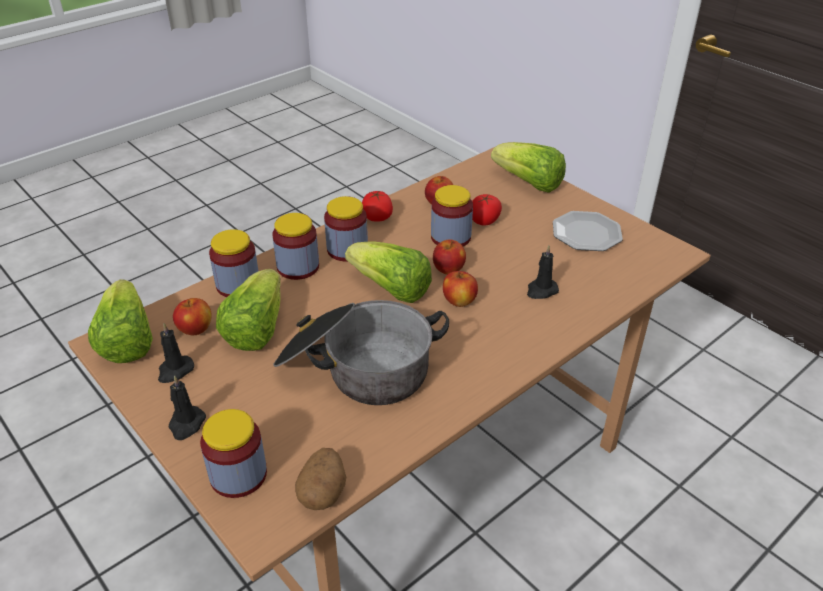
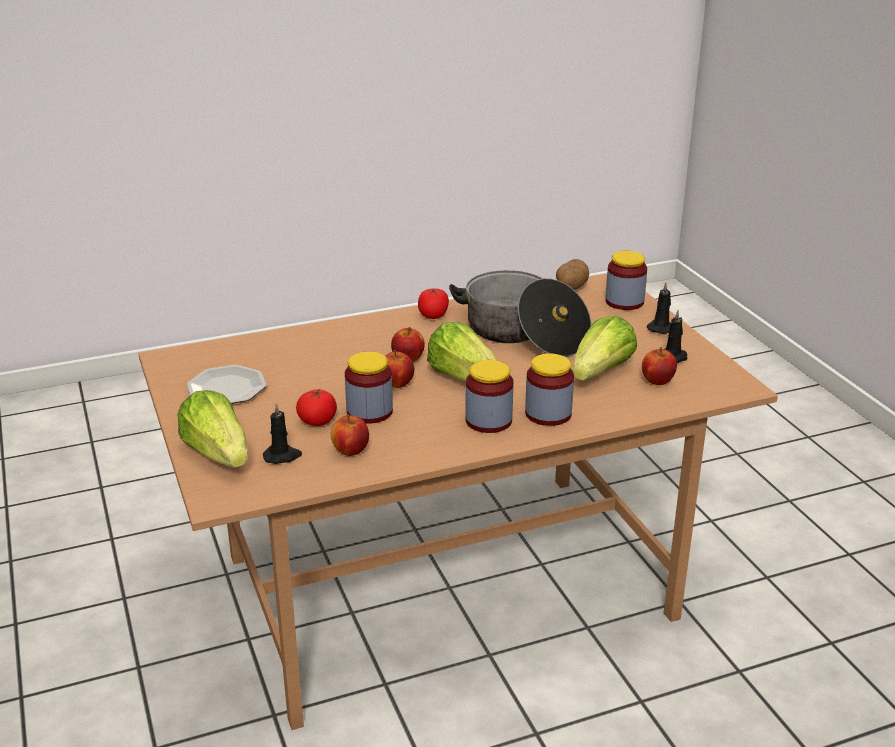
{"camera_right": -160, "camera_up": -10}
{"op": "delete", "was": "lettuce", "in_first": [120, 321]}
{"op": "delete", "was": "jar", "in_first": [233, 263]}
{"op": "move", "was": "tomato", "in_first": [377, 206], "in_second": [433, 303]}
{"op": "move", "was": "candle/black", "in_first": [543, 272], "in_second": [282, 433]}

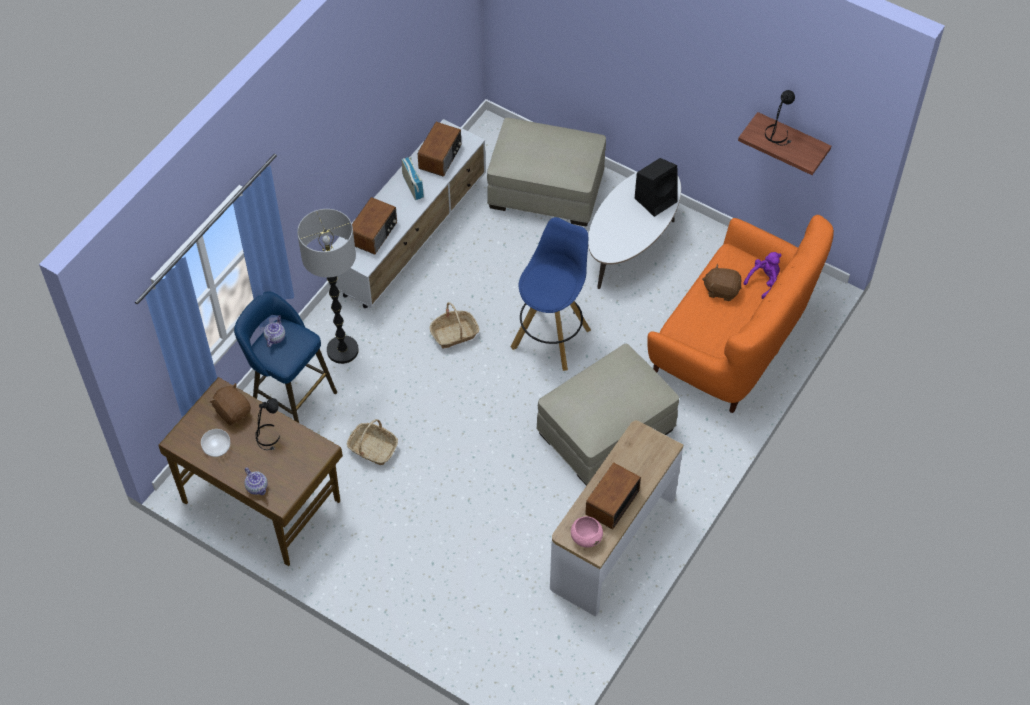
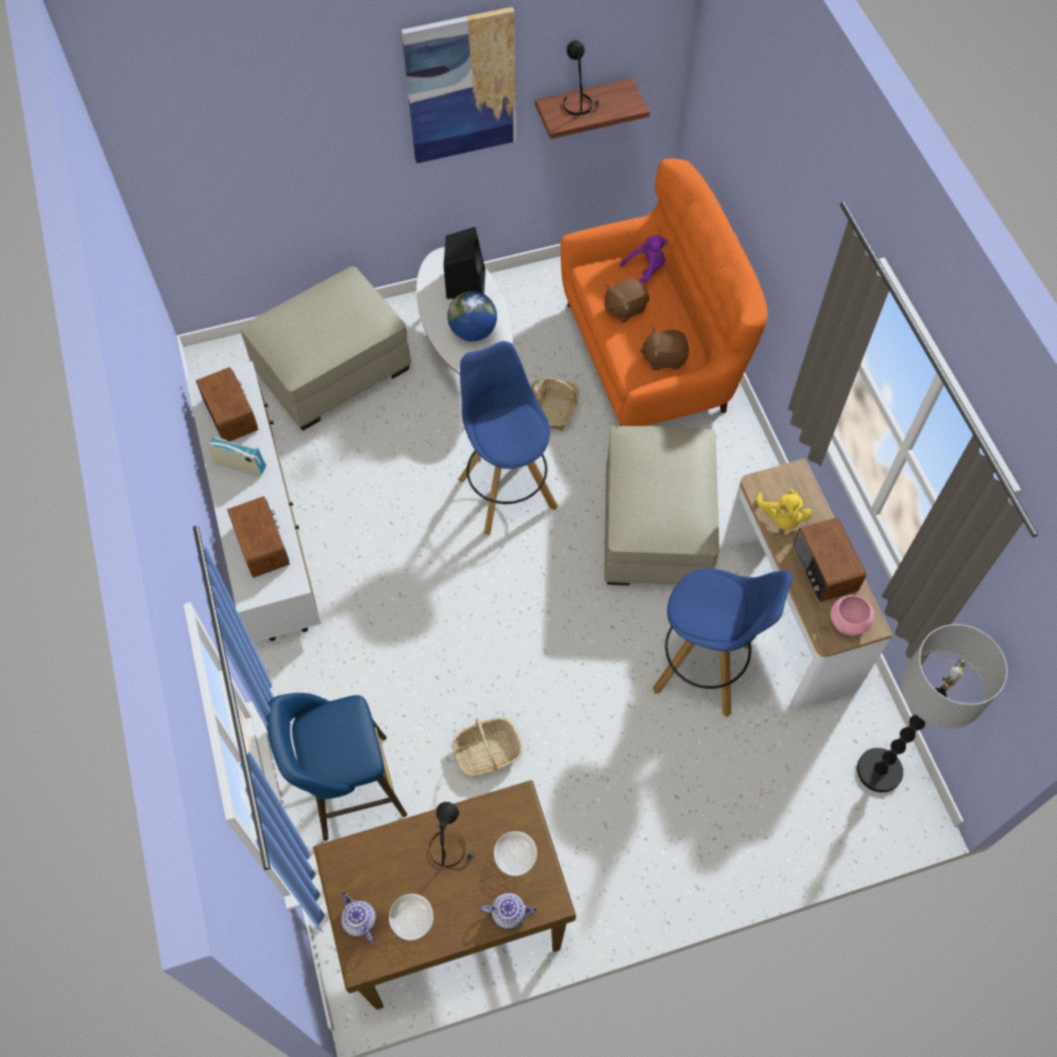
{"camera_right": -50, "camera_up": 5}
{"op": "insert", "now": "picture", "in_second": [458, 85]}
{"op": "insert", "now": "globe", "in_second": [472, 316]}
{"op": "insert", "now": "bowl", "in_second": [515, 853]}
{"op": "insert", "now": "stool/blue", "in_second": [722, 642]}
{"op": "insert", "now": "plush toy/yellow", "in_second": [784, 509]}
{"op": "move", "was": "plush toy/brown", "in_first": [230, 404], "in_second": [664, 349]}
{"op": "move", "was": "teapot", "in_first": [274, 331], "in_second": [358, 917]}
{"op": "move", "was": "floor lamp", "in_first": [328, 286], "in_second": [932, 708]}
{"op": "move", "was": "basket", "in_first": [454, 325], "in_second": [555, 403]}
{"op": "rotate", "was": "plush toy/purple", "in_first": [763, 275], "in_second": [644, 259], "clockwise": 75}

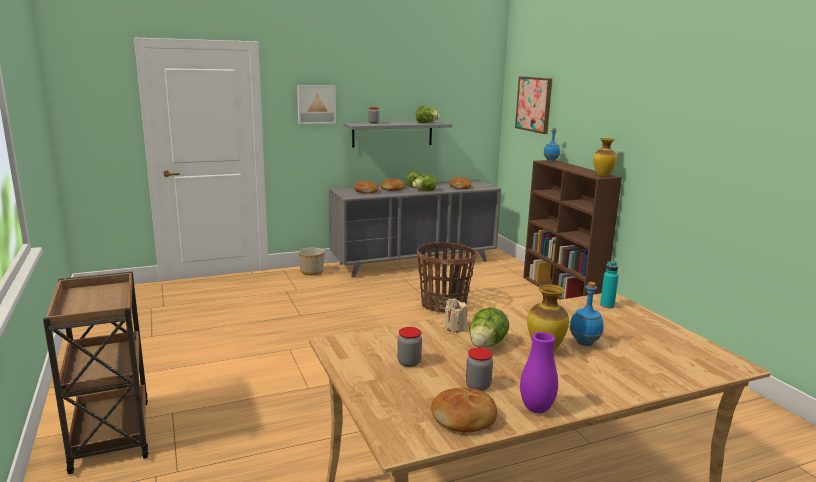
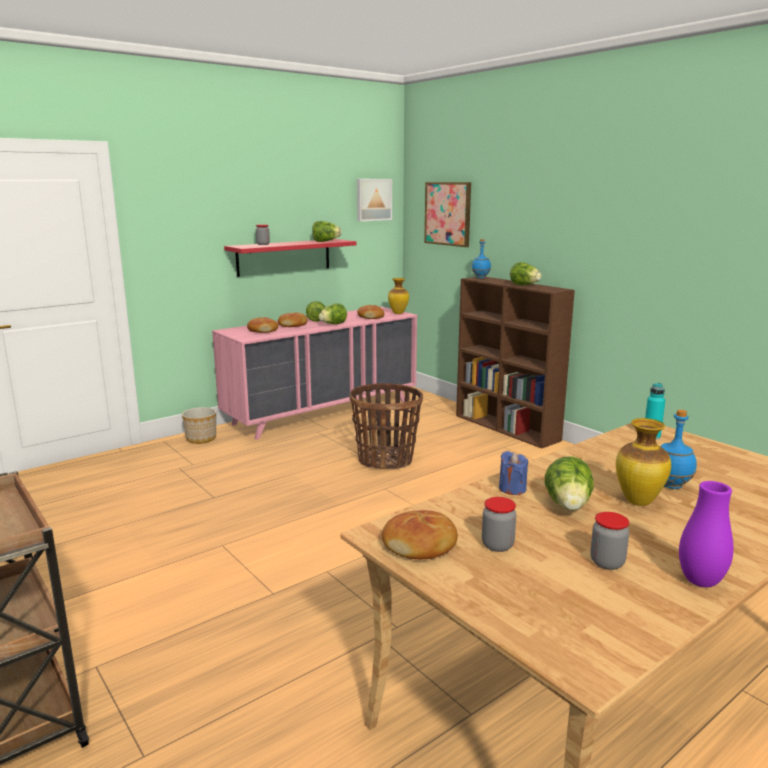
{"camera_right": -15, "camera_up": 0}
{"op": "insert", "now": "lettuce", "in_second": [525, 273]}
{"op": "move", "was": "picture", "in_first": [316, 104], "in_second": [374, 200]}
{"op": "move", "was": "bread", "in_first": [464, 410], "in_second": [420, 534]}
{"op": "move", "was": "vase", "in_first": [605, 157], "in_second": [398, 296]}
{"op": "recolor", "was": "dresser/grey", "now": "dresser/pink", "in_first": [415, 228], "in_second": [314, 373]}
{"op": "recolor", "was": "shelf/grey", "now": "shelf/red", "in_first": [397, 134], "in_second": [290, 258]}
{"op": "recolor", "was": "candle/beige", "now": "candle/blue", "in_first": [456, 315], "in_second": [513, 473]}

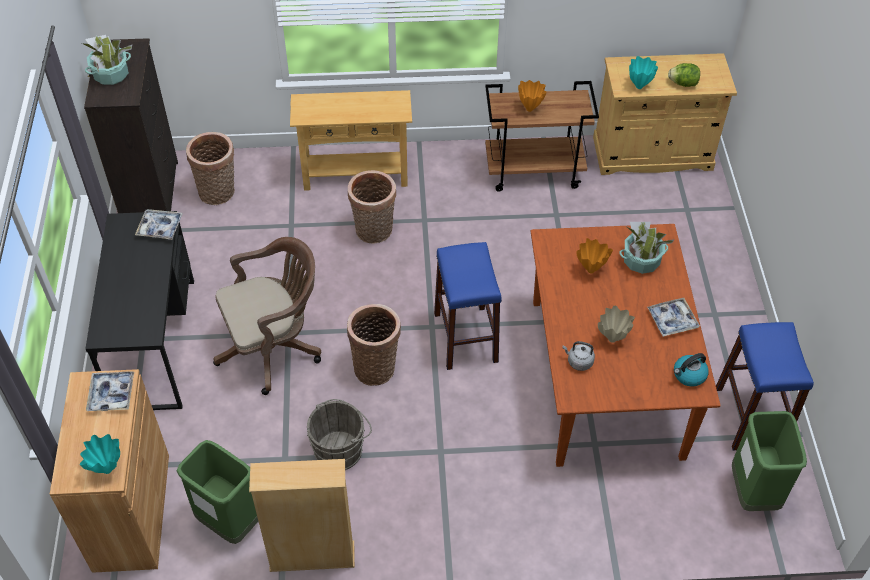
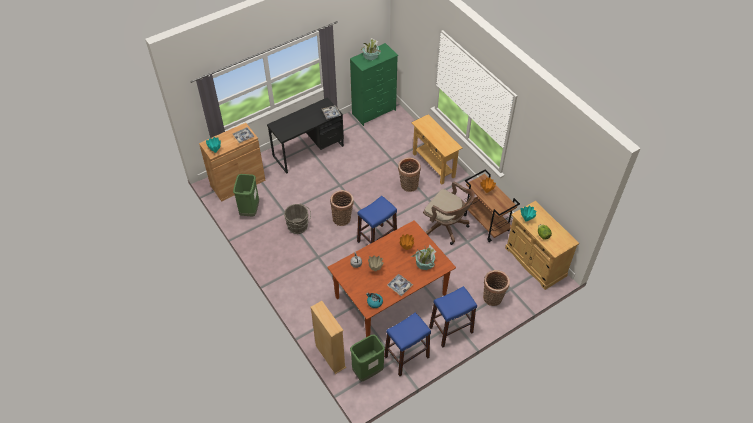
{"camera_right": 60, "camera_up": 0}
{"op": "insert", "now": "stool/blue", "in_second": [453, 317]}
{"op": "move", "was": "basket", "in_first": [210, 168], "in_second": [496, 288]}
{"op": "move", "was": "office chair/brown", "in_first": [267, 316], "in_second": [449, 213]}
{"op": "move", "was": "bookcase/beige", "in_first": [302, 515], "in_second": [328, 337]}
{"op": "recolor", "was": "dresser/black", "now": "dresser/green", "in_first": [131, 125], "in_second": [374, 84]}

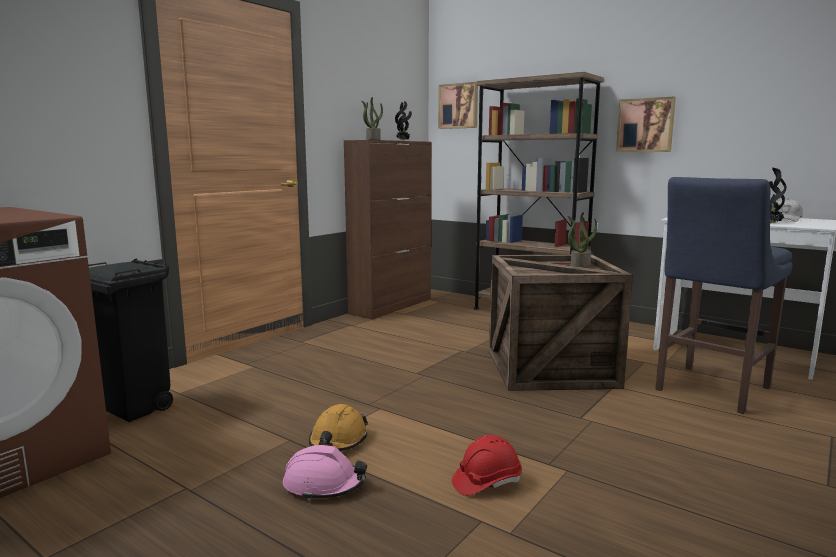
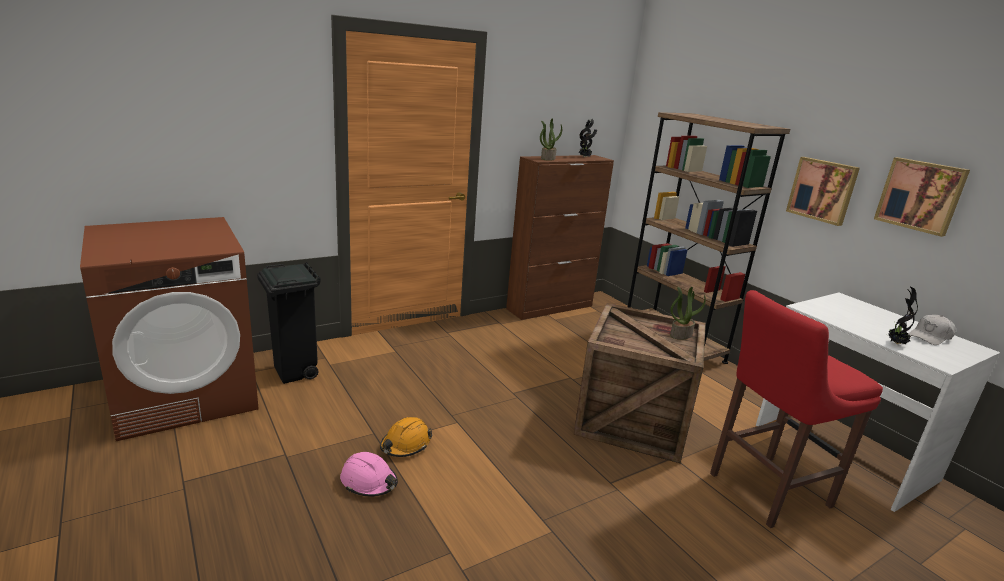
{"camera_right": 20, "camera_up": 10}
{"op": "delete", "was": "hard hat/red", "in_first": [487, 465]}
{"op": "move", "was": "picture", "in_first": [458, 105], "in_second": [922, 197]}
{"op": "recolor", "was": "stool/blue", "now": "stool/red", "in_first": [724, 295], "in_second": [796, 409]}

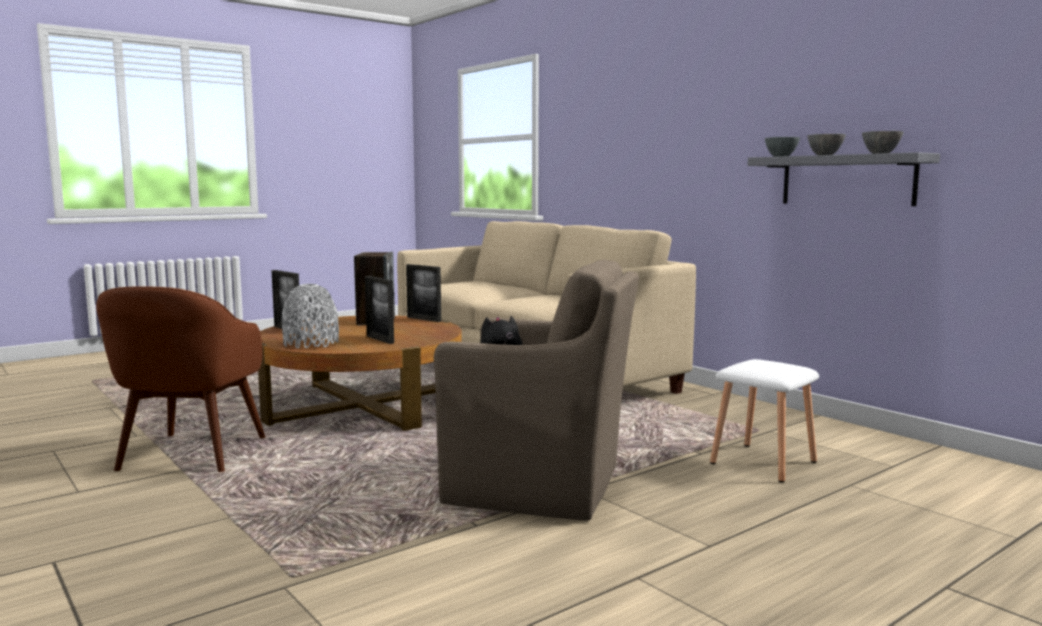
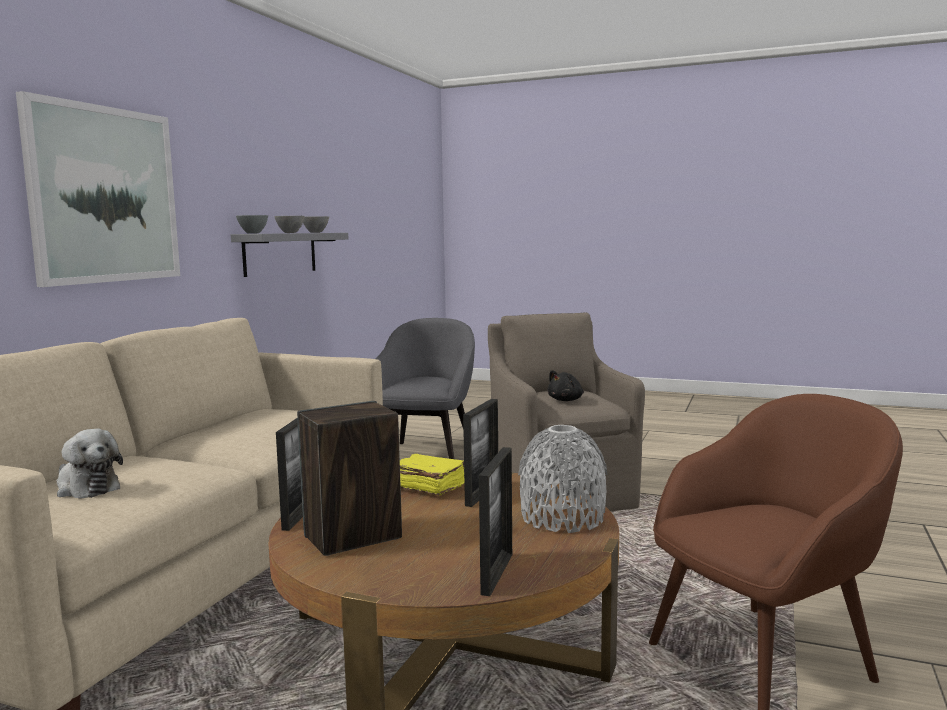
{"camera_right": -120, "camera_up": 0}
{"op": "insert", "now": "picture", "in_second": [98, 189]}
{"op": "insert", "now": "plush toy", "in_second": [90, 464]}
{"op": "insert", "now": "book/yellow", "in_second": [432, 474]}
{"op": "replace", "was": "stool/white", "now": "armchair/grey", "in_first": [764, 421], "in_second": [425, 388]}

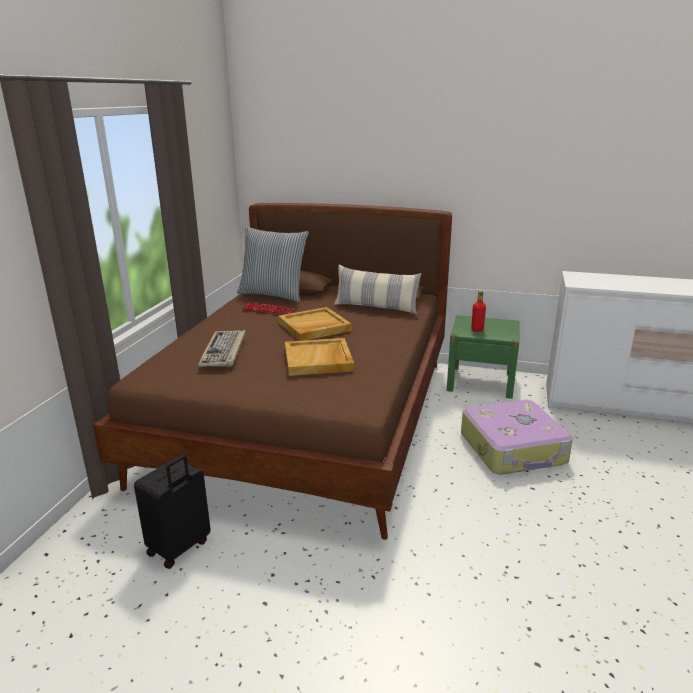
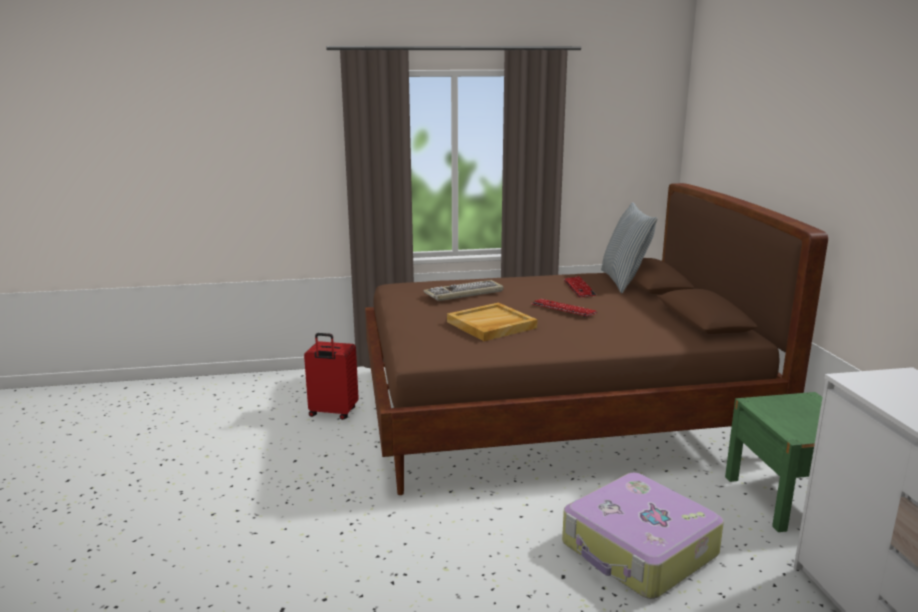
{"camera_right": 65, "camera_up": -5}
{"op": "delete", "was": "pillow", "in_first": [377, 289]}
{"op": "delete", "was": "bottle/red", "in_first": [478, 311]}
{"op": "replace", "was": "tray/beige", "now": "keyboard", "in_first": [315, 324], "in_second": [564, 308]}
{"op": "recolor", "was": "suitcase/black", "now": "suitcase/red", "in_first": [172, 512], "in_second": [331, 376]}

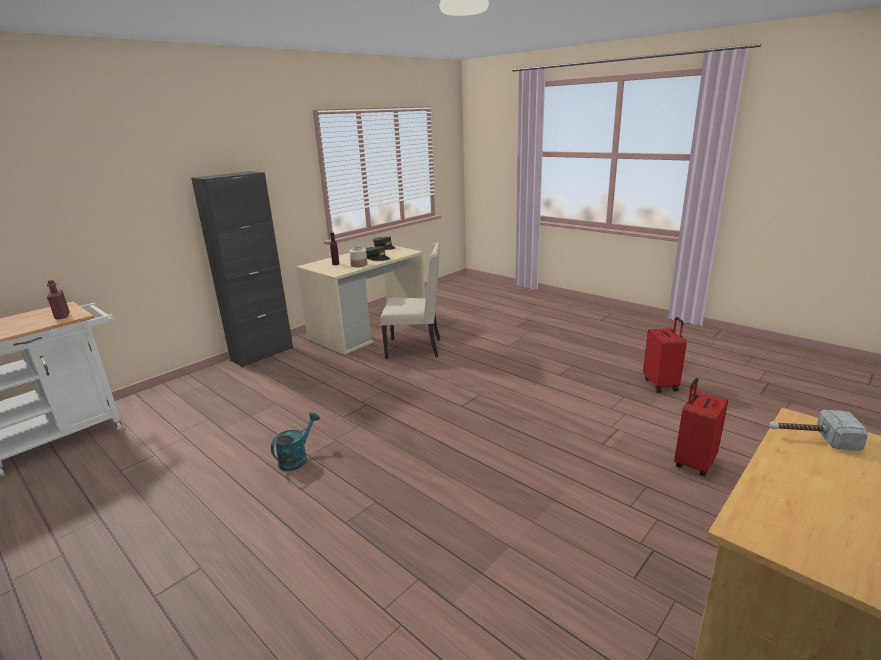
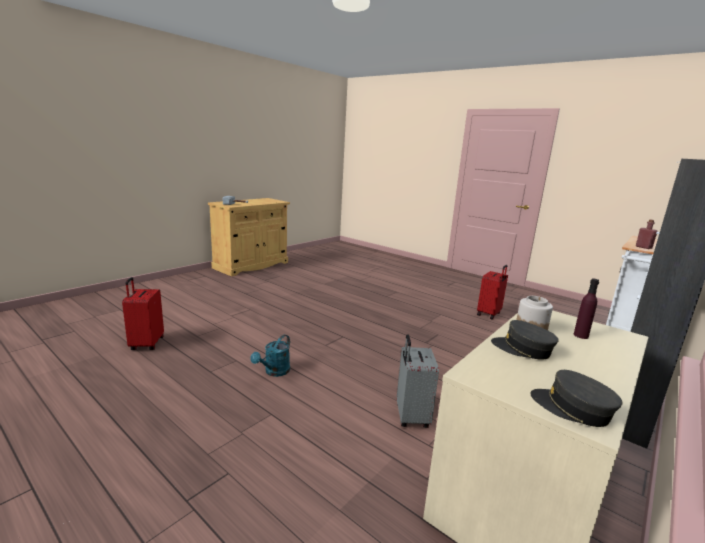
{"camera_right": 175, "camera_up": -5}
{"op": "move", "was": "watering can/turquoise", "in_first": [295, 441], "in_second": [270, 356]}
{"op": "move", "was": "suitcase/red", "in_first": [701, 427], "in_second": [492, 292]}
{"op": "replace", "was": "chair/beige", "now": "suitcase/grey", "in_first": [410, 300], "in_second": [418, 381]}

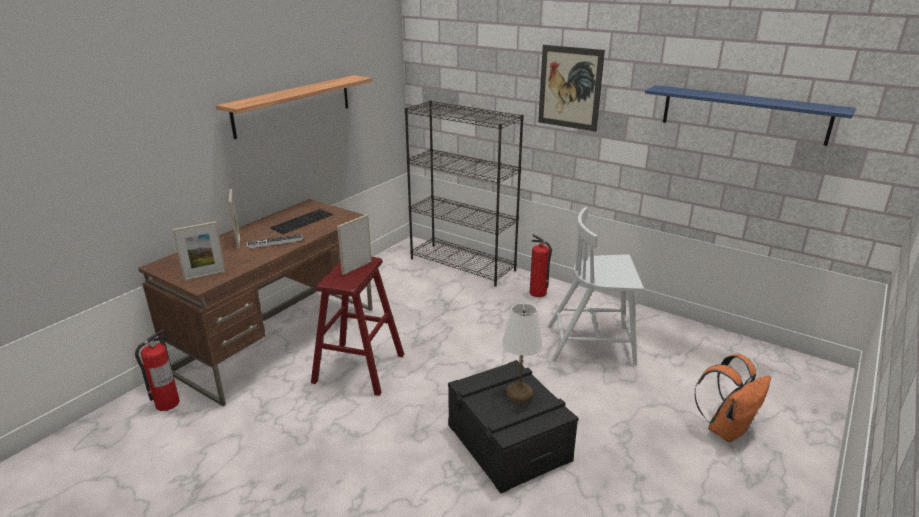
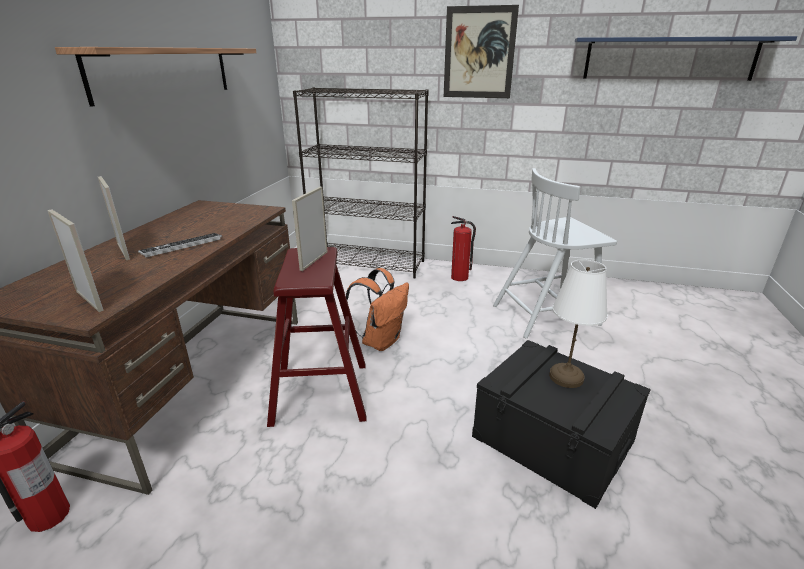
{"camera_right": -20, "camera_up": 0}
{"op": "delete", "was": "keyboard", "in_first": [301, 221]}
{"op": "move", "was": "backpack/orange", "in_first": [732, 398], "in_second": [377, 309]}
{"op": "rotate", "was": "picture frame", "in_first": [199, 251], "in_second": [75, 261], "clockwise": -90}

